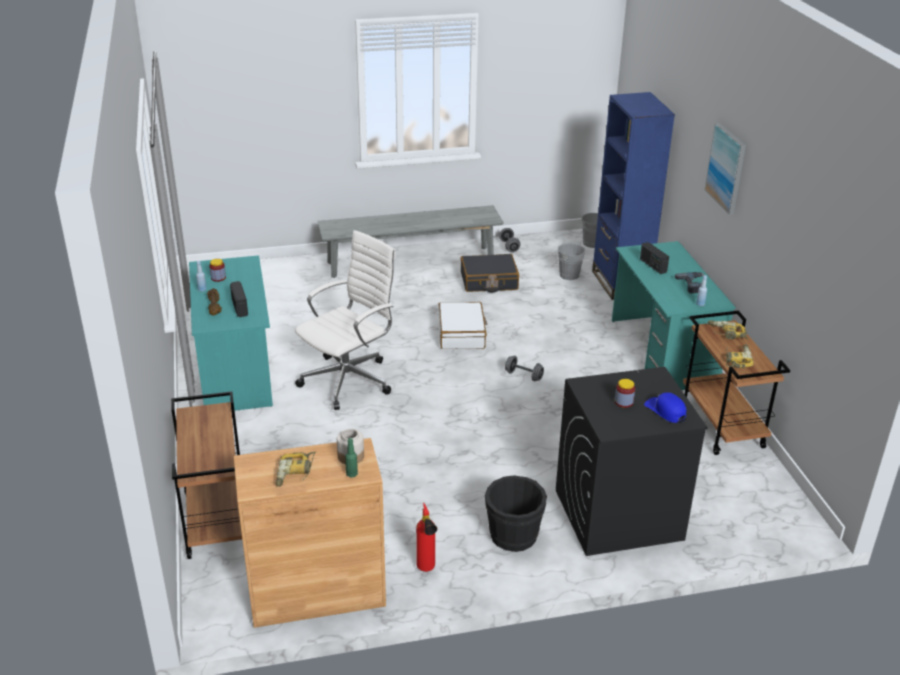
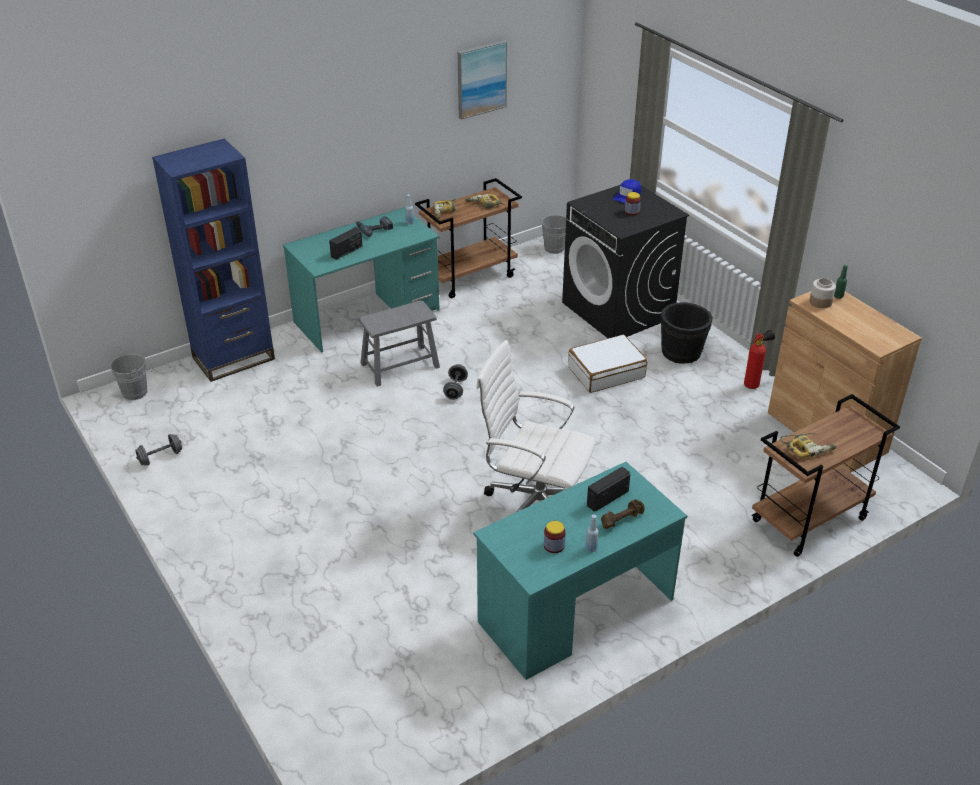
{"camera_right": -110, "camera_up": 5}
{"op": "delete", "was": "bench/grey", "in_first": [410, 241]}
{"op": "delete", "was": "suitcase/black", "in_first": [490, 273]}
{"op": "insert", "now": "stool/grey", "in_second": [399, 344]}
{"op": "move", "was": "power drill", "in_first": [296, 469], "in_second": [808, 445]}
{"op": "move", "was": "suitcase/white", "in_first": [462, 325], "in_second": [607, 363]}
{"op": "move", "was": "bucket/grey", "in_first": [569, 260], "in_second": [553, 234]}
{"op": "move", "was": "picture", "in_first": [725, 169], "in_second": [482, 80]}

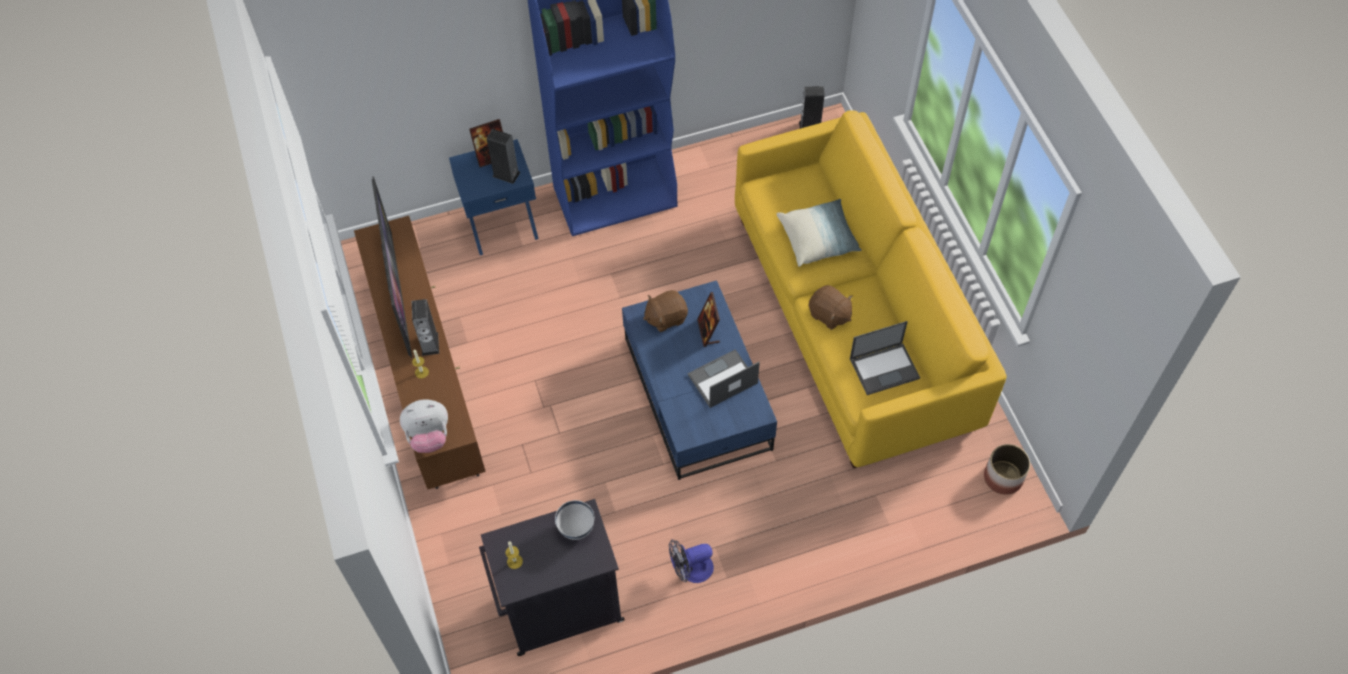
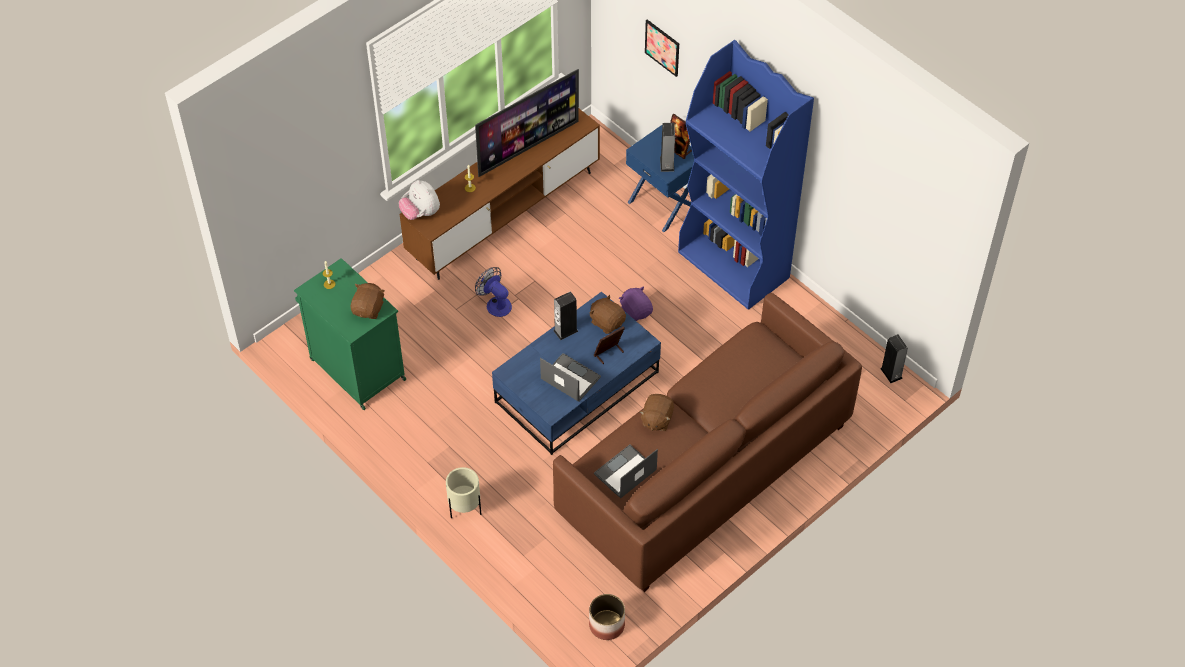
{"camera_right": 65, "camera_up": -5}
{"op": "delete", "was": "pillow", "in_first": [819, 233]}
{"op": "insert", "now": "planter/beige", "in_second": [464, 493]}
{"op": "insert", "now": "plush toy/purple", "in_second": [636, 303]}
{"op": "insert", "now": "picture", "in_second": [662, 48]}
{"op": "move", "was": "speaker", "in_first": [425, 327], "in_second": [566, 315]}
{"op": "move", "was": "fan", "in_first": [691, 561], "in_second": [493, 292]}
{"op": "replace", "was": "bowl/white", "now": "plush toy/brown", "in_first": [574, 520], "in_second": [368, 301]}
{"op": "recolor", "was": "cabinet/black", "now": "cabinet/green", "in_first": [552, 577], "in_second": [350, 334]}
{"op": "recolor", "was": "sofa/yellow", "now": "sofa/brown", "in_first": [870, 289], "in_second": [707, 442]}
{"op": "rotate", "was": "laptop", "in_first": [885, 358], "in_second": [626, 472], "clockwise": 90}

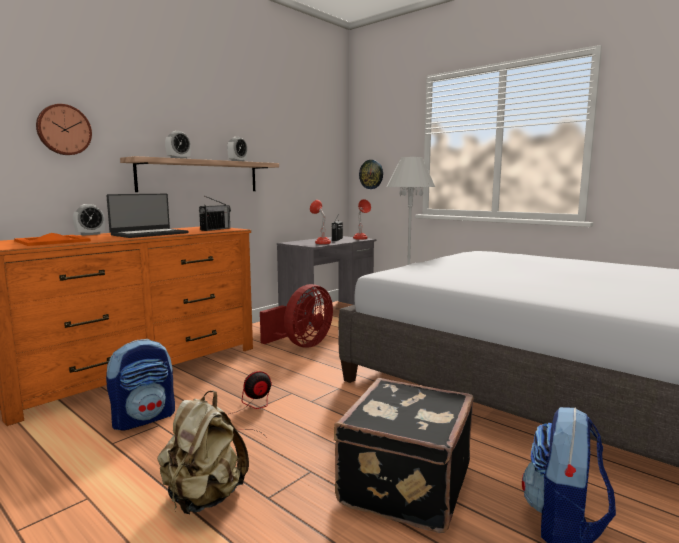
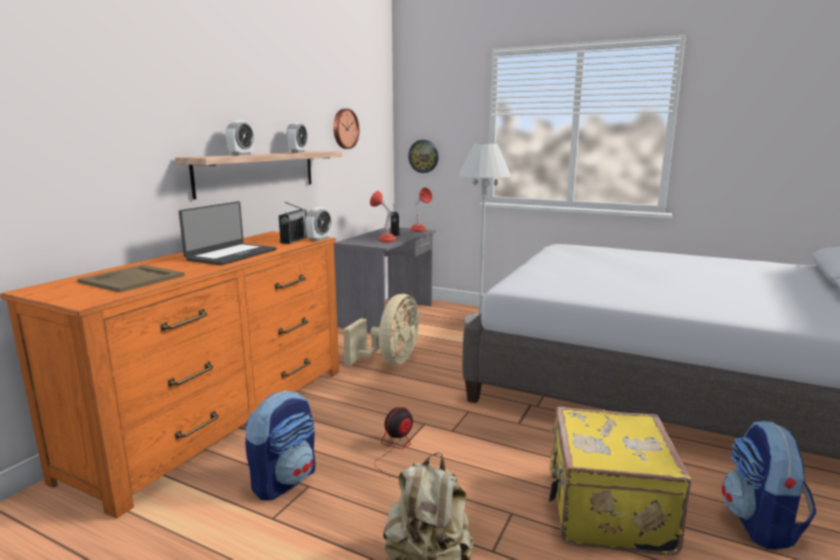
{"camera_right": -15, "camera_up": 5}
{"op": "move", "was": "wall clock", "in_first": [64, 129], "in_second": [346, 129]}
{"op": "move", "was": "alarm clock", "in_first": [89, 220], "in_second": [318, 224]}
{"op": "recolor", "was": "tray/orange", "now": "tray/beige", "in_first": [52, 239], "in_second": [131, 278]}
{"op": "recolor", "was": "fan/red", "now": "fan/beige", "in_first": [296, 316], "in_second": [381, 329]}
{"op": "recolor", "was": "suitcase/black", "now": "suitcase/yellow", "in_first": [403, 455], "in_second": [620, 481]}

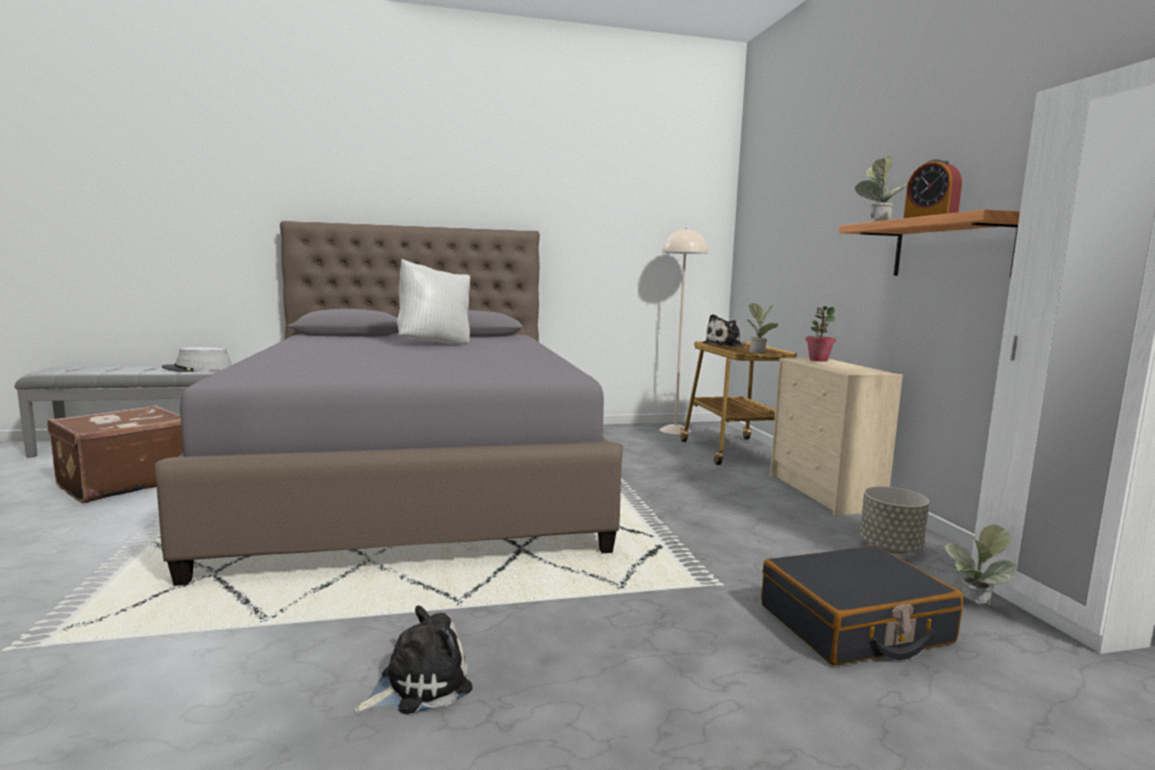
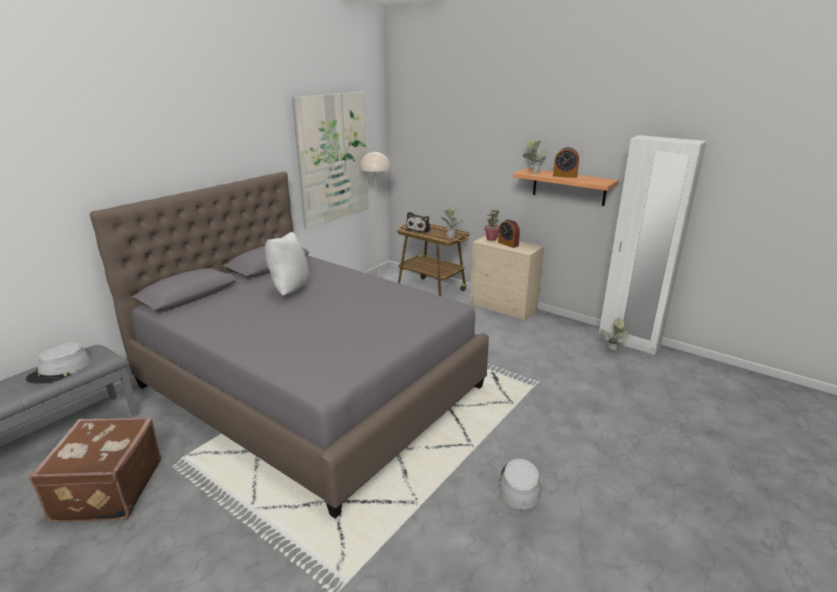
{"camera_right": -40, "camera_up": 15}
{"op": "delete", "was": "suitcase/black", "in_first": [862, 605]}
{"op": "delete", "was": "planter/grey", "in_first": [894, 520]}
{"op": "insert", "now": "picture", "in_second": [330, 160]}
{"op": "insert", "now": "alarm clock", "in_second": [509, 233]}
{"op": "replace", "was": "plush toy", "now": "hat/grey", "in_first": [413, 659], "in_second": [520, 484]}

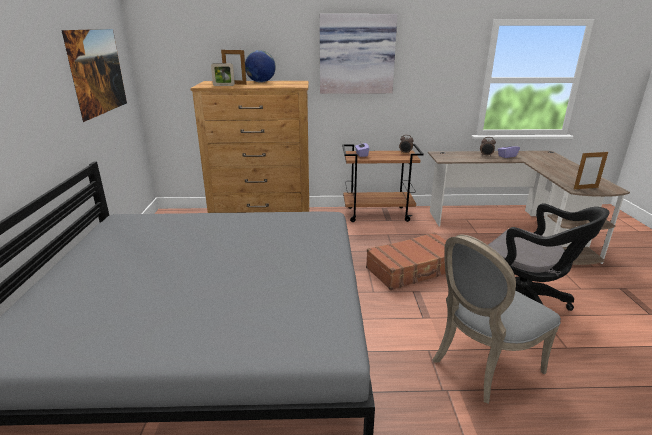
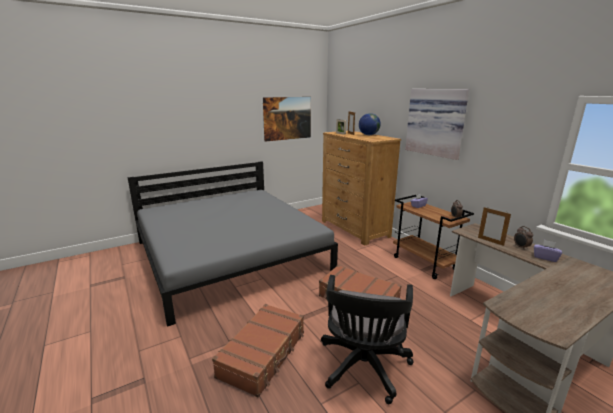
{"camera_right": 60, "camera_up": -5}
{"op": "move", "was": "picture frame", "in_first": [591, 170], "in_second": [494, 226]}
{"op": "replace", "was": "chair/grey", "now": "suitcase/brown", "in_first": [496, 319], "in_second": [258, 350]}

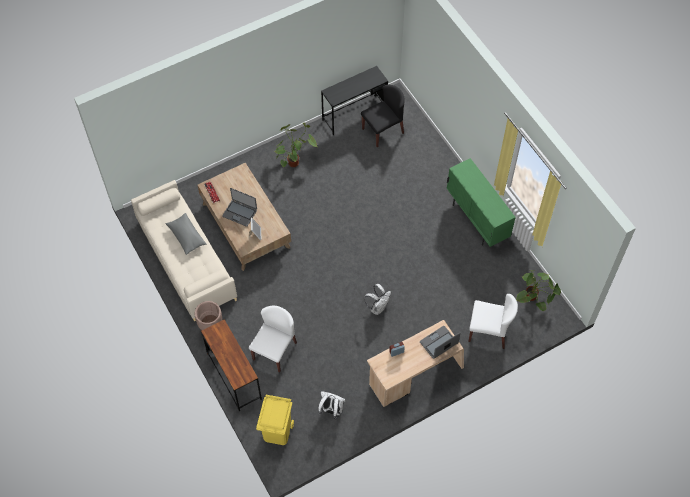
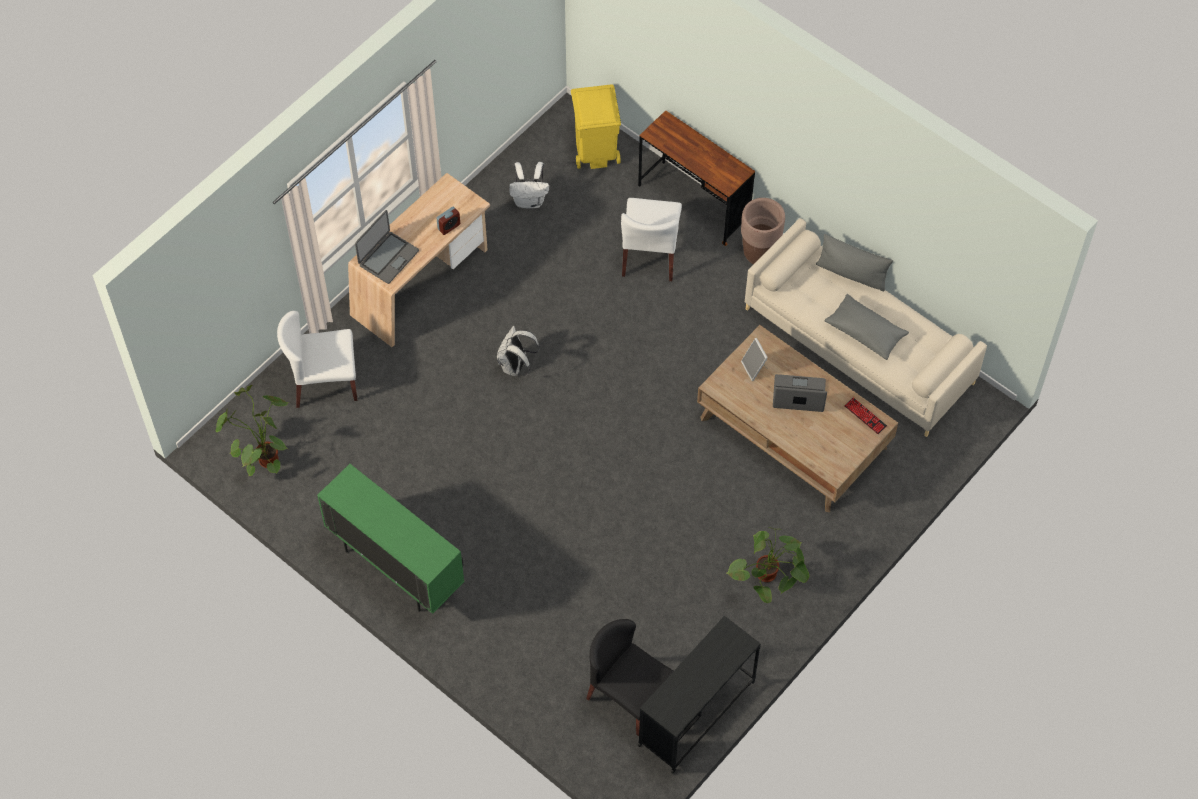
{"camera_right": 160, "camera_up": 0}
{"op": "insert", "now": "pillow/grey", "in_second": [854, 263]}
{"op": "rotate", "was": "chair/black", "in_first": [383, 116], "in_second": [629, 677], "clockwise": 90}

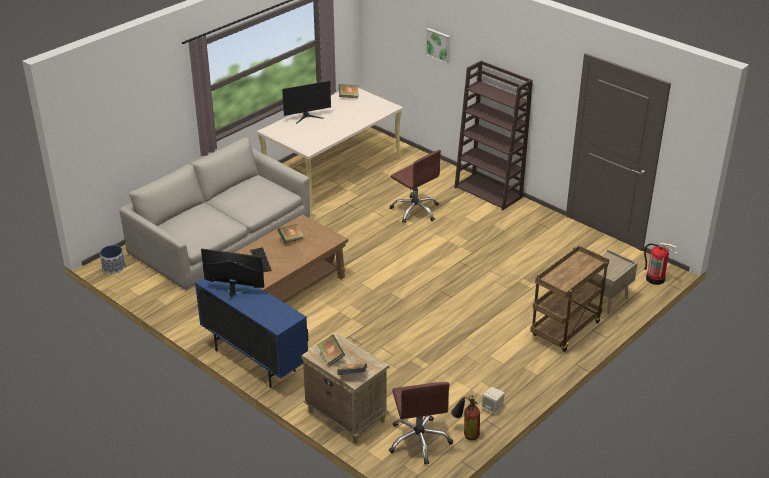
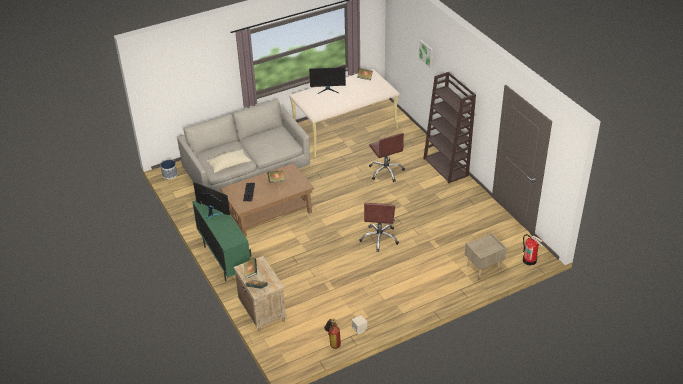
{"camera_right": 20, "camera_up": 5}
{"op": "delete", "was": "cart/brown", "in_first": [569, 299]}
{"op": "insert", "now": "pillow/beige", "in_second": [229, 161]}
{"op": "move", "was": "office chair/brown", "in_first": [421, 423], "in_second": [379, 227]}
{"op": "recolor", "was": "cabinet/blue", "now": "cabinet/green", "in_first": [251, 333], "in_second": [222, 240]}

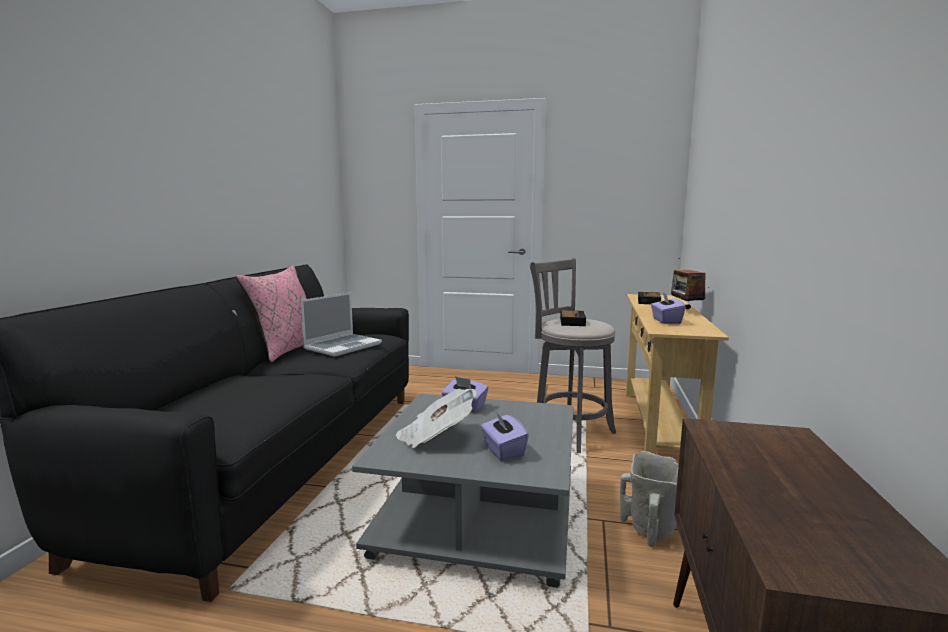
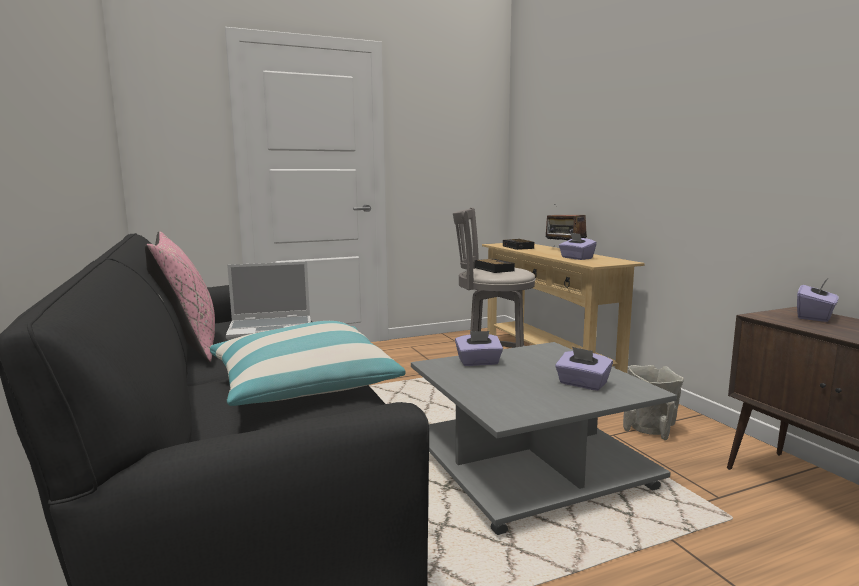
{"camera_right": -35, "camera_up": 0}
{"op": "delete", "was": "newspaper", "in_first": [436, 418]}
{"op": "insert", "now": "pillow", "in_second": [308, 363]}
{"op": "insert", "now": "tissue box/purple", "in_second": [818, 301]}
{"op": "rotate", "was": "laptop", "in_first": [341, 324], "in_second": [268, 300], "clockwise": 75}

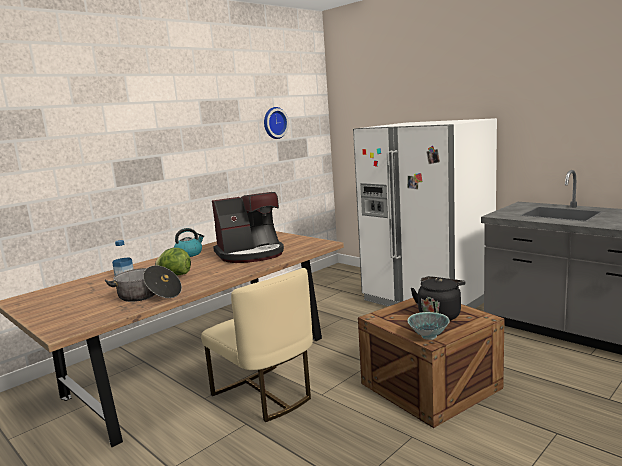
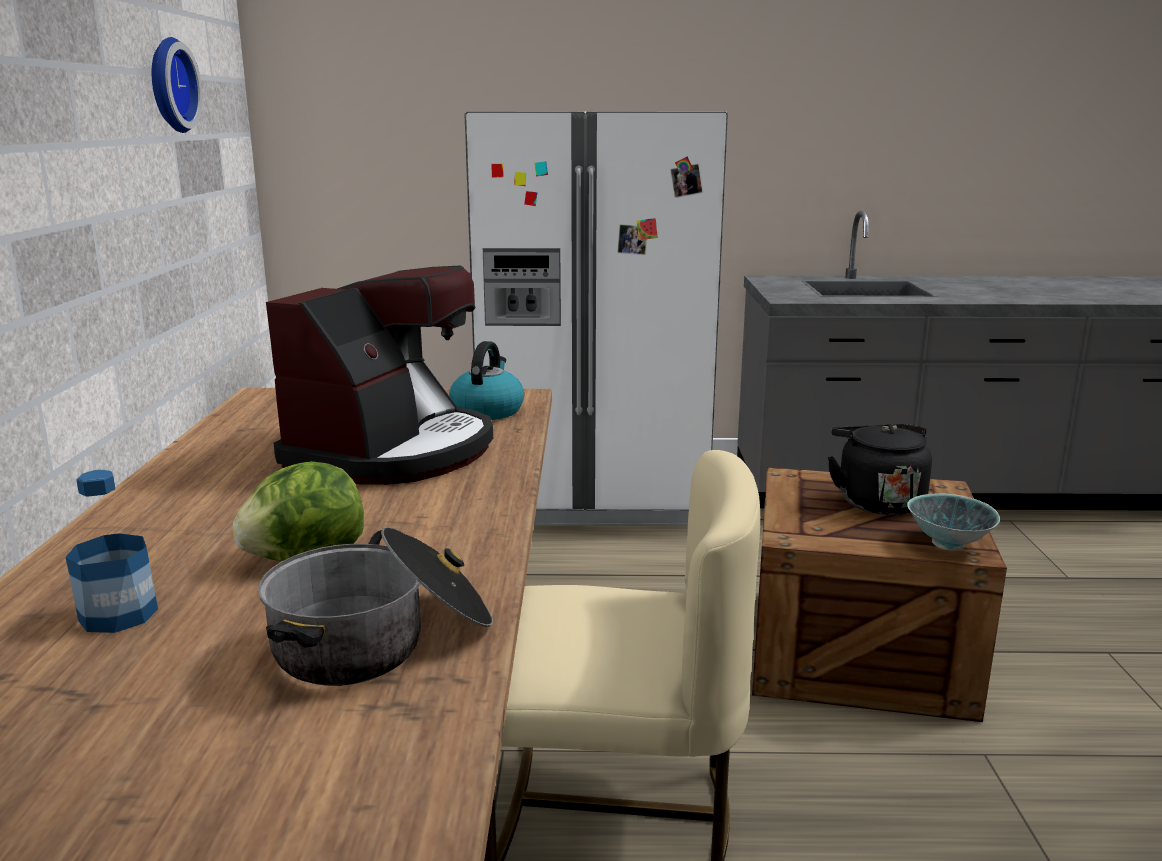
{"camera_right": -45, "camera_up": 5}
{"op": "move", "was": "kettle", "in_first": [189, 242], "in_second": [486, 380]}

